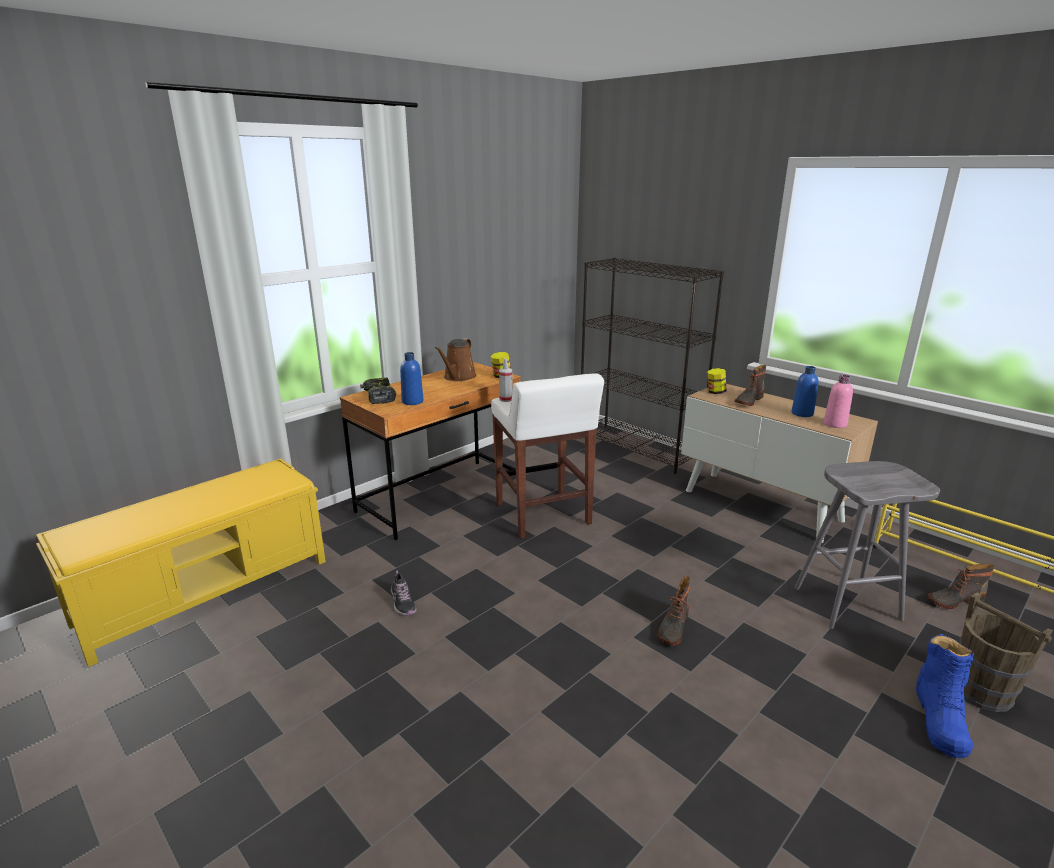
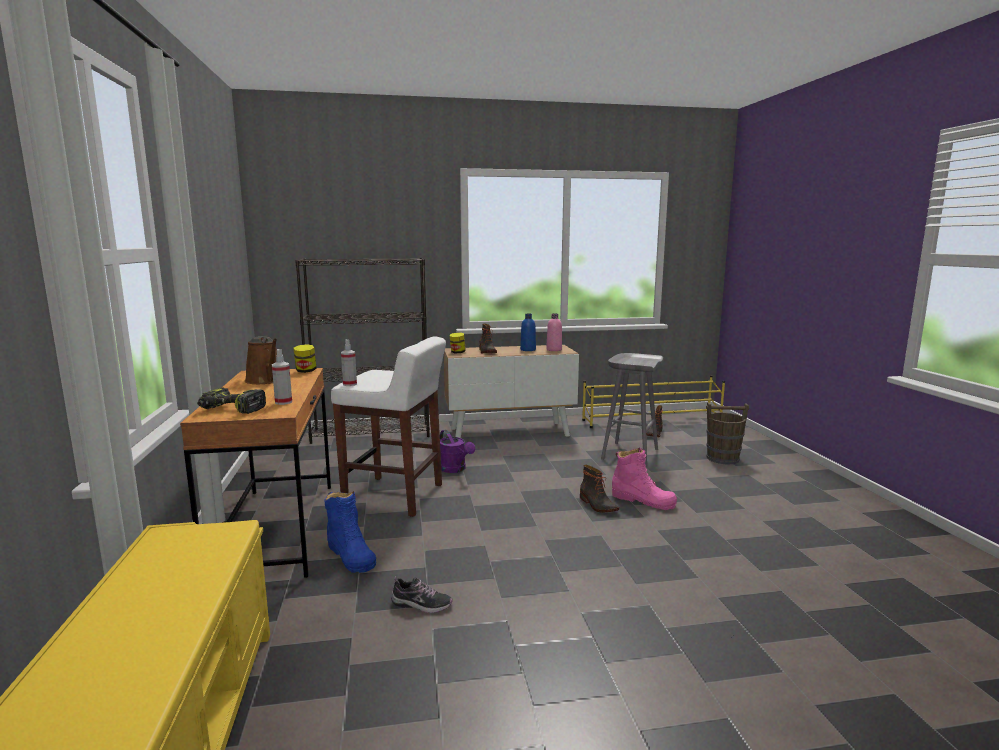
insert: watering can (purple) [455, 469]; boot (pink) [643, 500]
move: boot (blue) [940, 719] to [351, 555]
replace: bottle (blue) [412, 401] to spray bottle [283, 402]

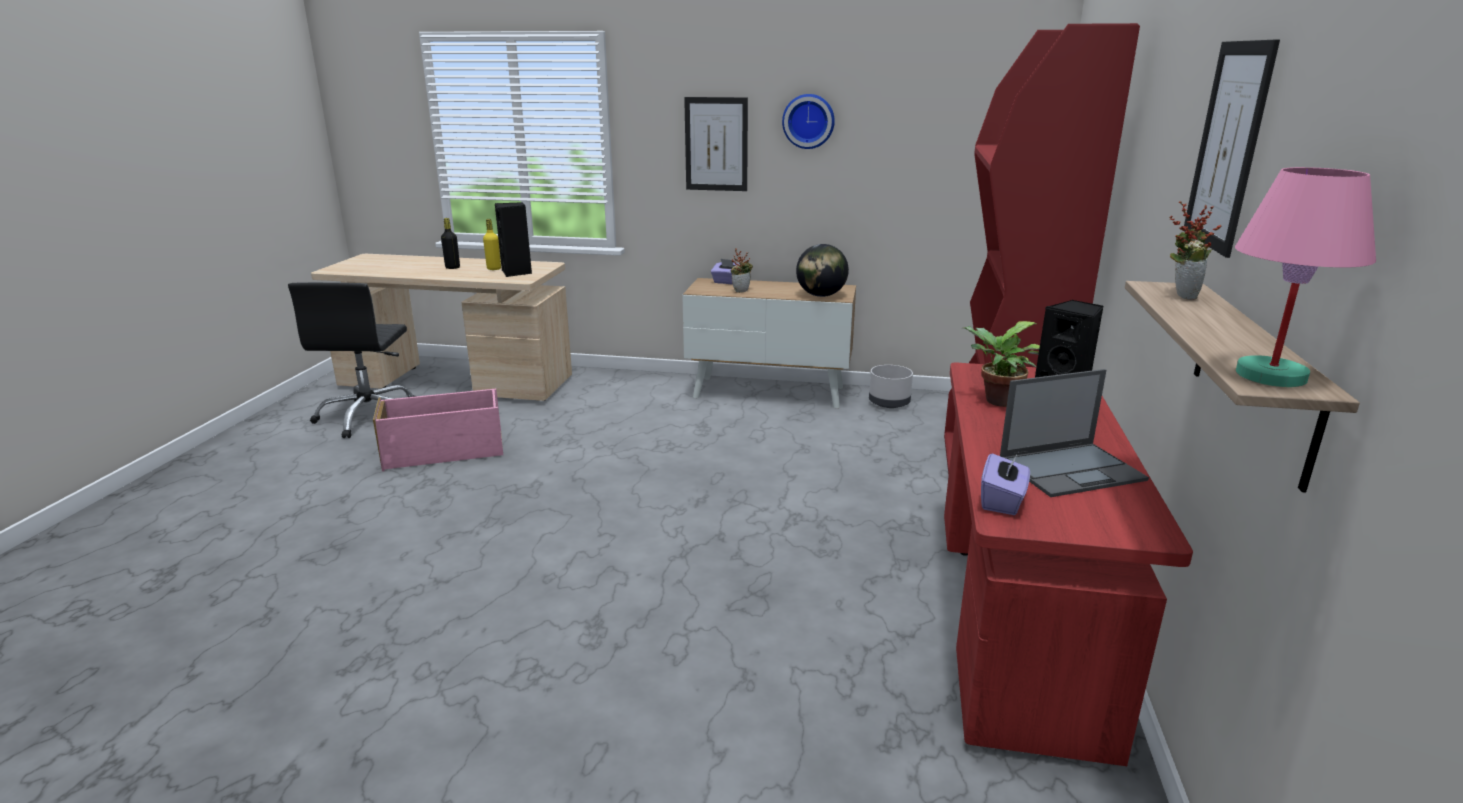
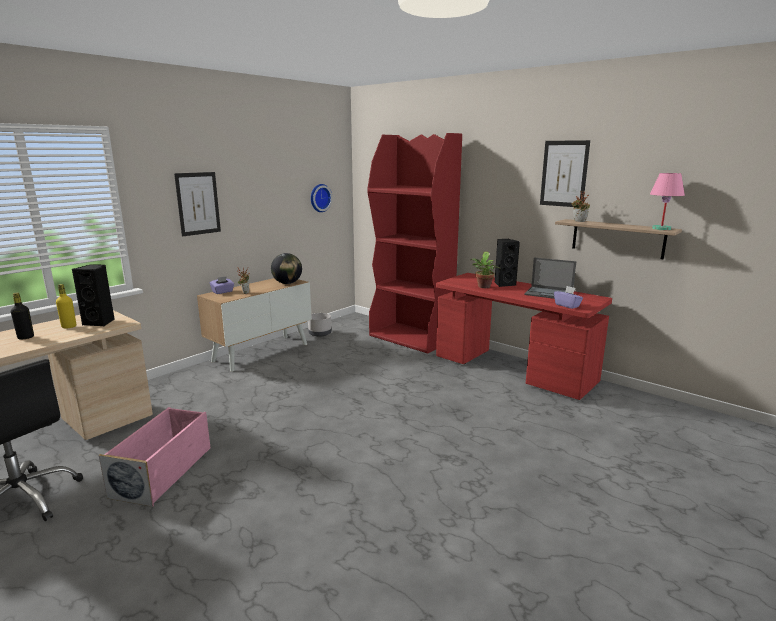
move: wall clock [808, 121] to [319, 198]
rotate: laptop [1072, 469] = [549, 293] 105 degrees clockwise

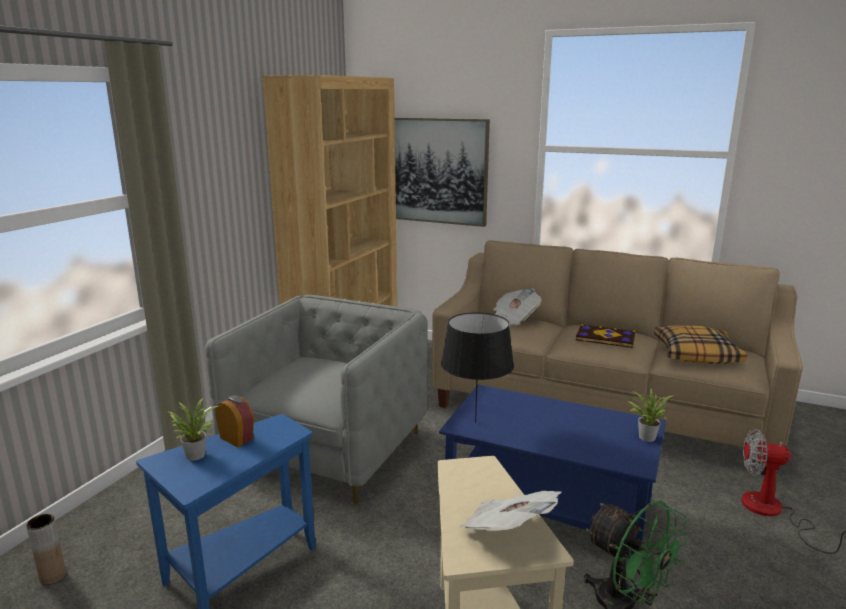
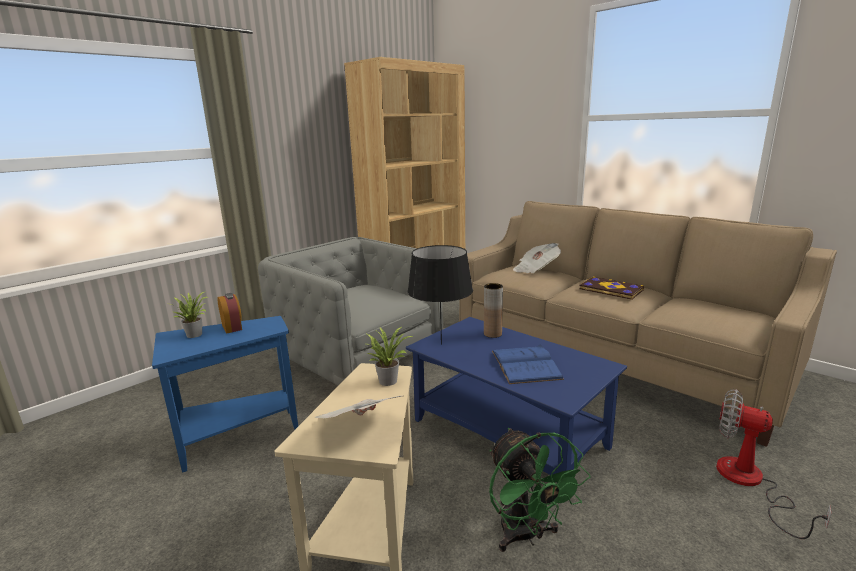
delete: picture [439, 171]; pillow [696, 354]
insert: book (blue) [525, 364]
move: potted plant [645, 436] to [388, 380]; vase (brown) [53, 576] to [492, 334]
rotate: armchair (grey) [328, 449] = [359, 360] 90 degrees counterclockwise

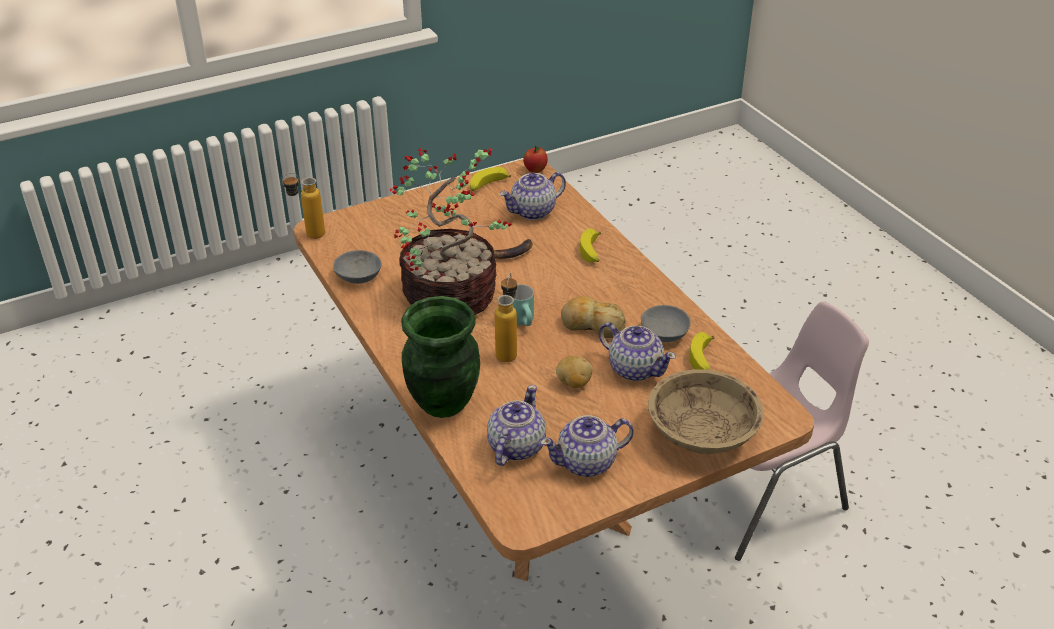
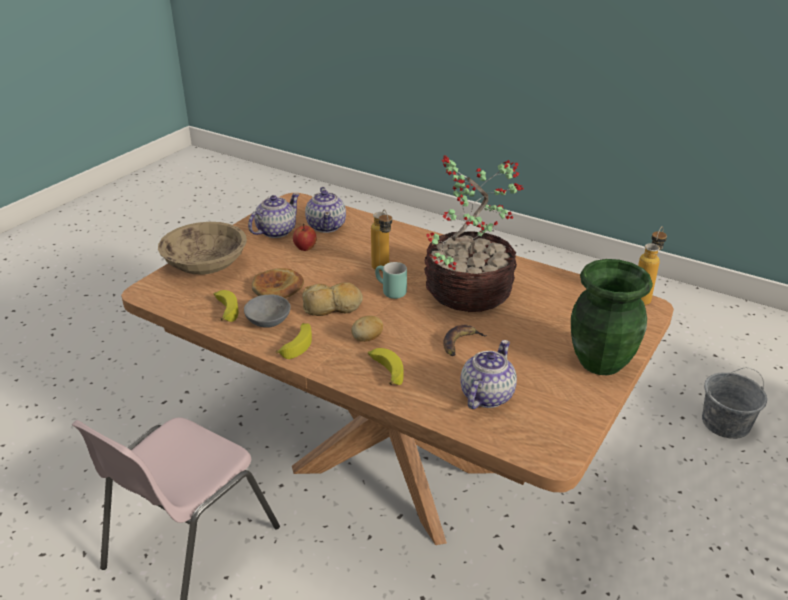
delete: bowl (grey) [357, 276]
insert: bucket (grey) [726, 423]
move: apple [535, 170] to [305, 248]; banana [487, 186] to [297, 344]; vase (green) [442, 403] to [601, 362]; potato [573, 383] to [367, 339]
replace: teapot [634, 368] to bread [277, 288]

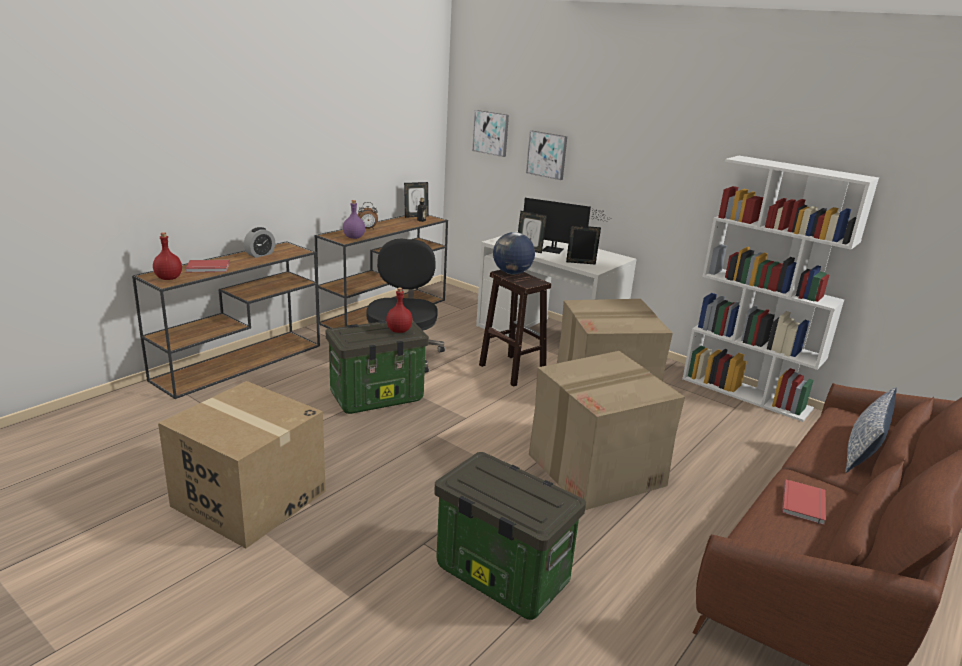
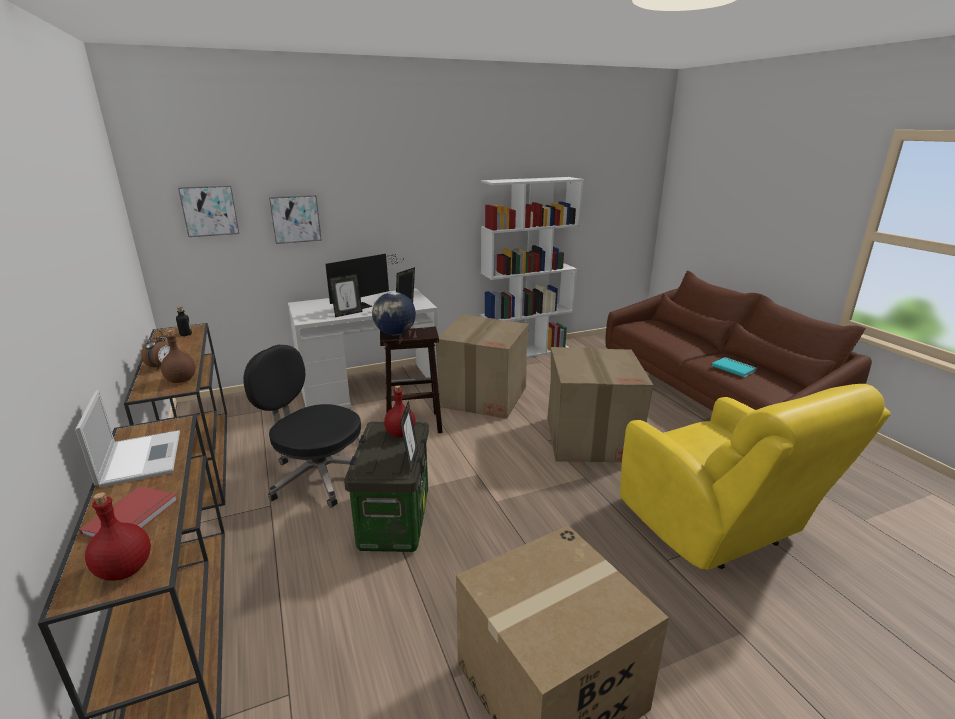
delete: pillow [863, 449]
move: picture frame [416, 216] to [411, 461]
replace: alarm clock [260, 254] to laptop [141, 457]; storage box [499, 575] to armchair (yellow) [716, 529]
recolor: bottle (purple) [354, 237] to bottle (brown) [182, 380]; book (red) [805, 504] to book (turquoise) [734, 368]

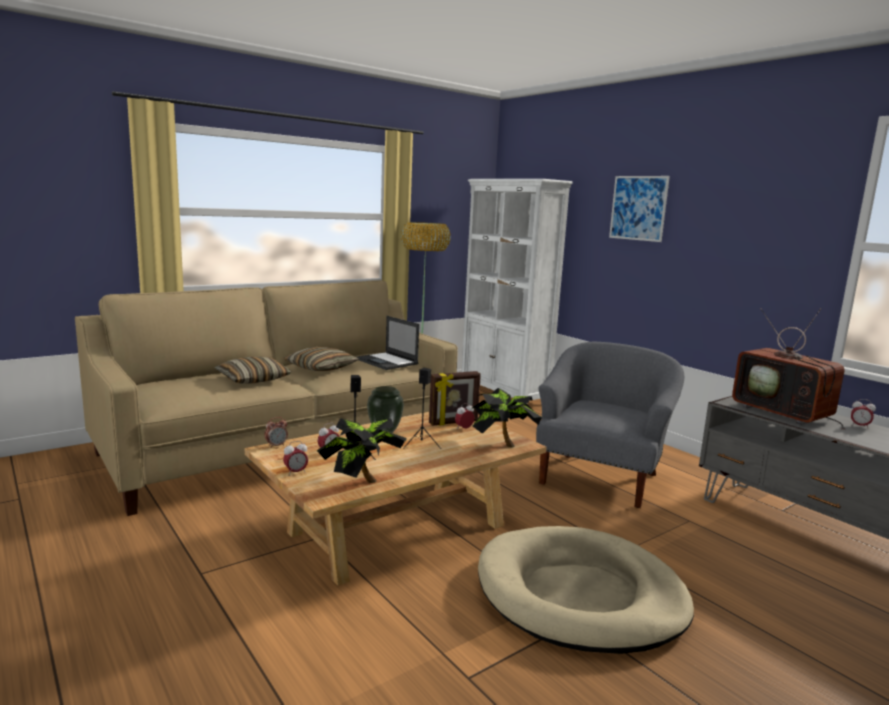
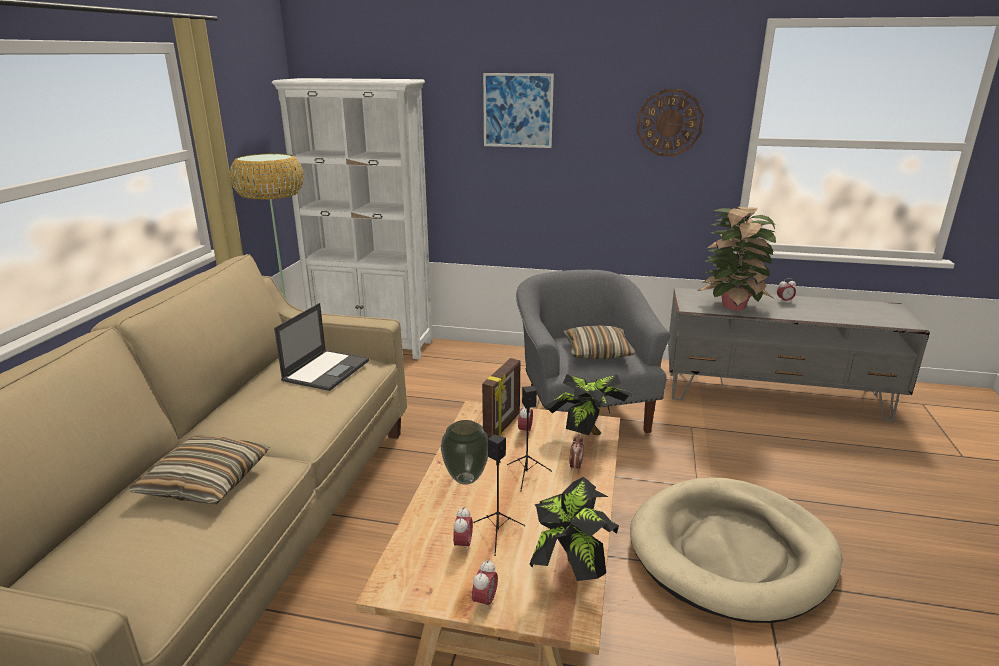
insert: wall clock [669, 123]
move: pillow [321, 368] to [597, 351]; alarm clock [276, 445] to [575, 467]
replace: television [785, 413] to potted plant [733, 305]
rotate: laptop [387, 361] = [326, 370] 75 degrees counterclockwise

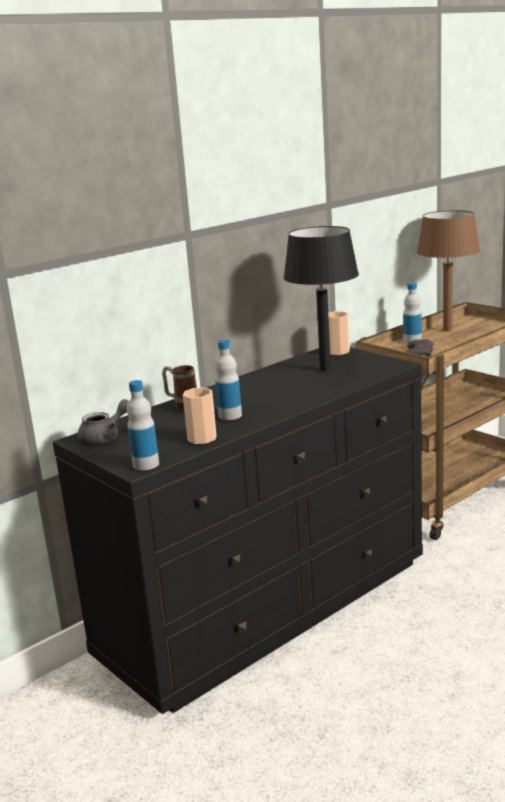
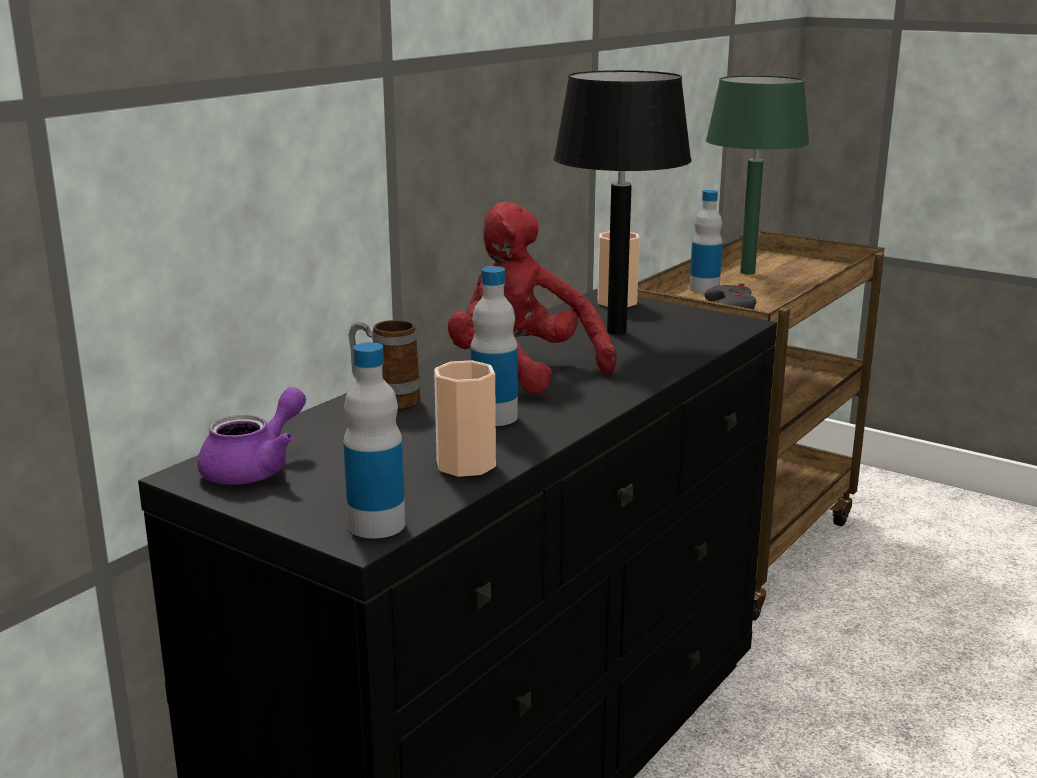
insert: plush toy (red) [522, 368]
recolor: table lamp (brown) [447, 330] to table lamp (green) [746, 272]; teapot (grey) [105, 437] to teapot (purple) [256, 468]

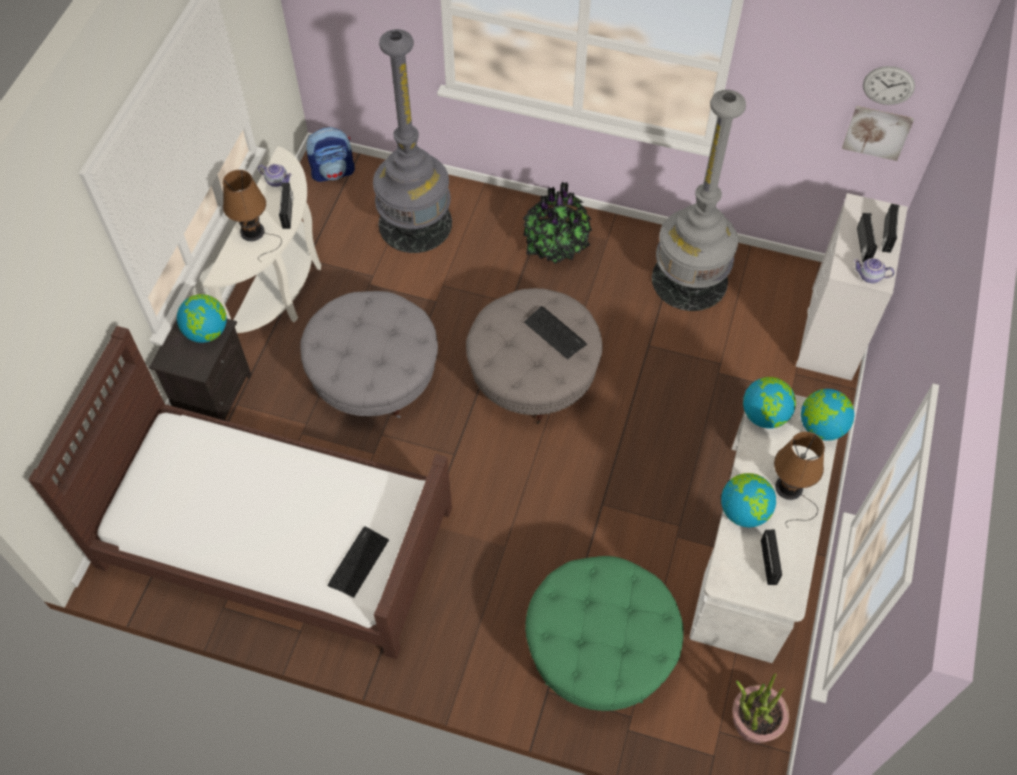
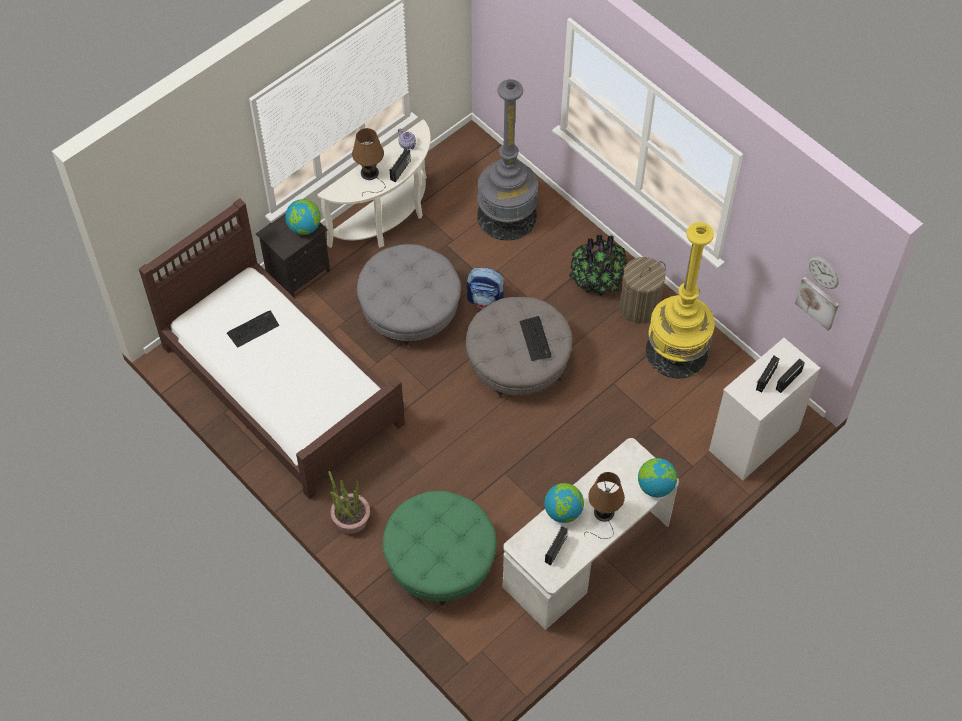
delete: teapot [869, 276]; globe [764, 415]
insert: laundry basket [639, 307]
move: backpack [333, 172] to [486, 299]; keyboard [358, 562] to [253, 329]; potted plant [755, 719] to [350, 518]
recolor: floor lamp (grey) [689, 279] to floor lamp (yellow) [677, 351]

